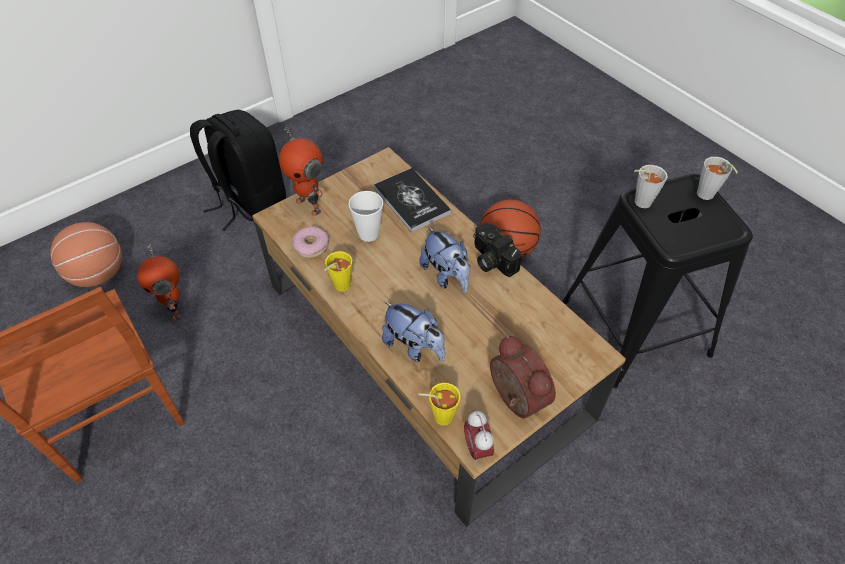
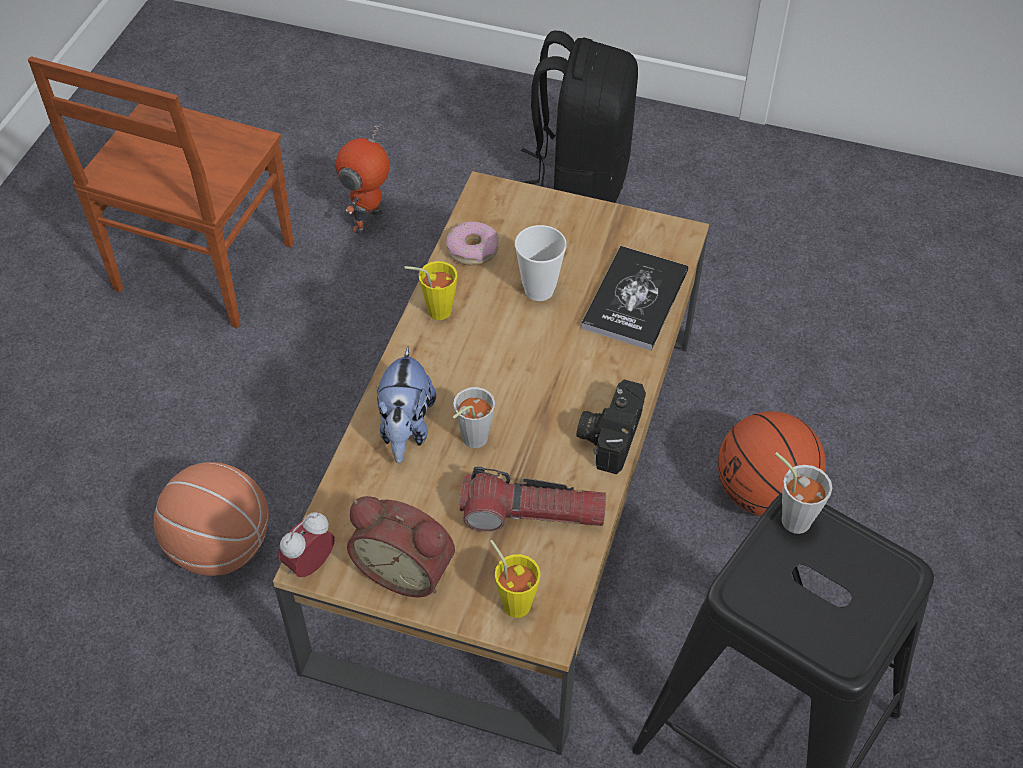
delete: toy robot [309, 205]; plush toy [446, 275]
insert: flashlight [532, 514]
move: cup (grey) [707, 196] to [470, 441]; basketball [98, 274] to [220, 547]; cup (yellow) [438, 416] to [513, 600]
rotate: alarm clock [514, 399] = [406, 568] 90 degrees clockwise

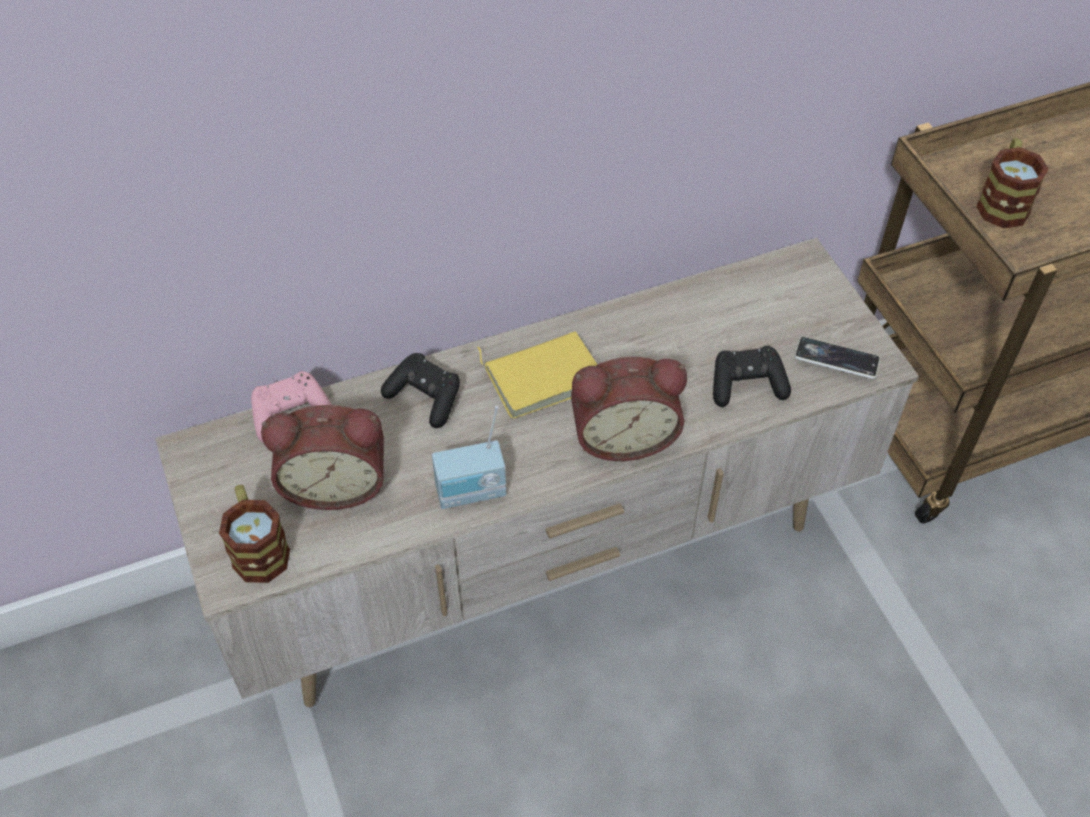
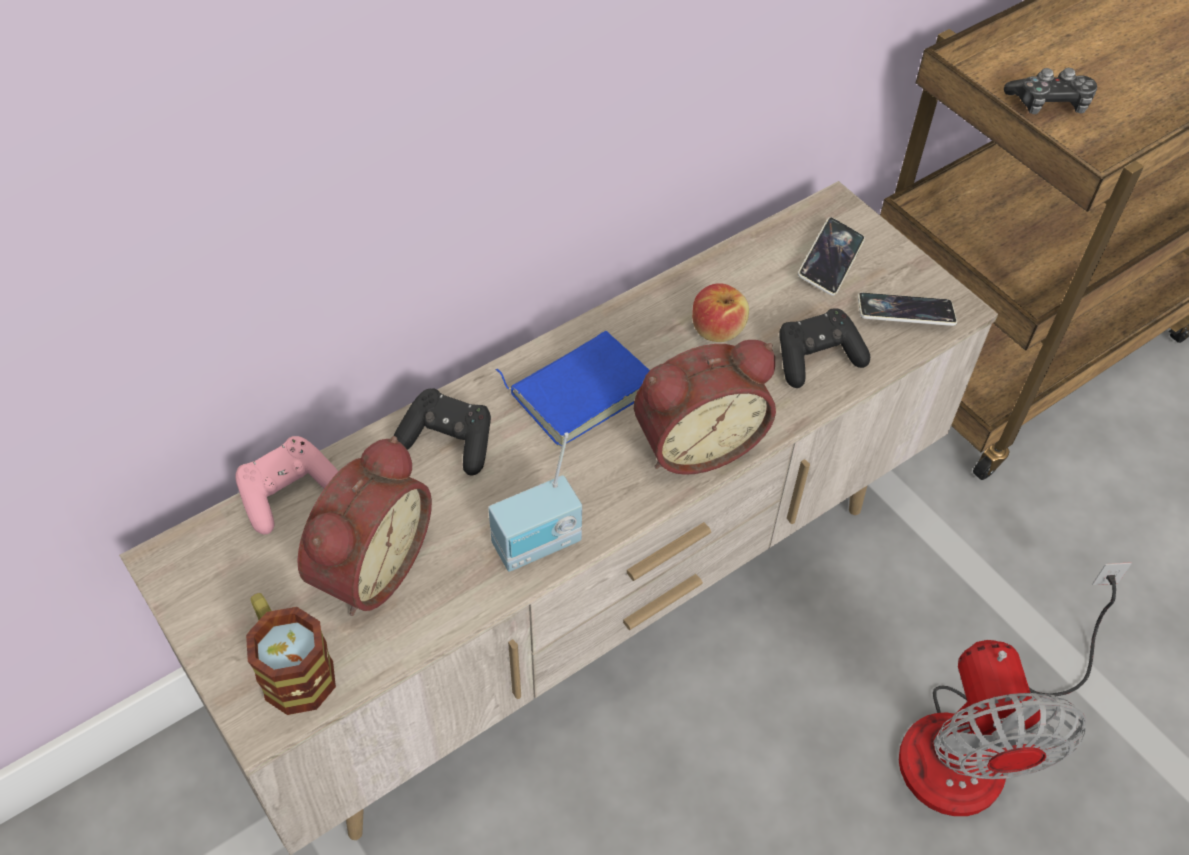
insert: phone [830, 260]; apple [717, 329]; fan [976, 739]
replace: mug [1002, 201] to game controller [1049, 104]
recolor: book (yellow) [543, 375] to book (blue) [581, 389]
rotate: alarm clock [335, 482] = [367, 566] 45 degrees counterclockwise

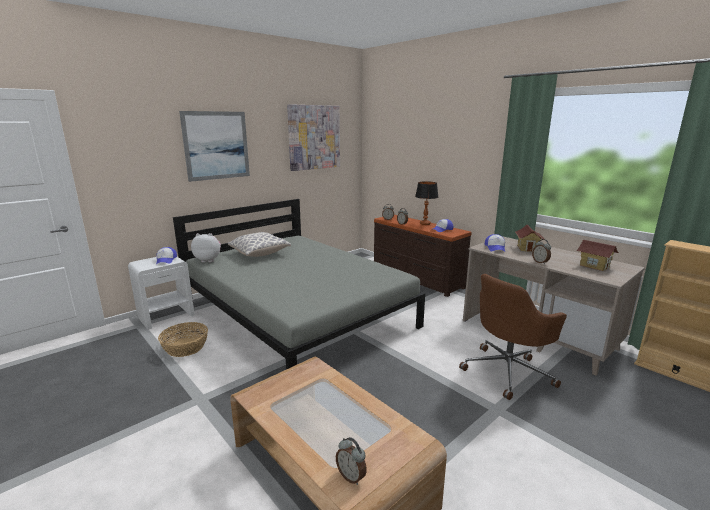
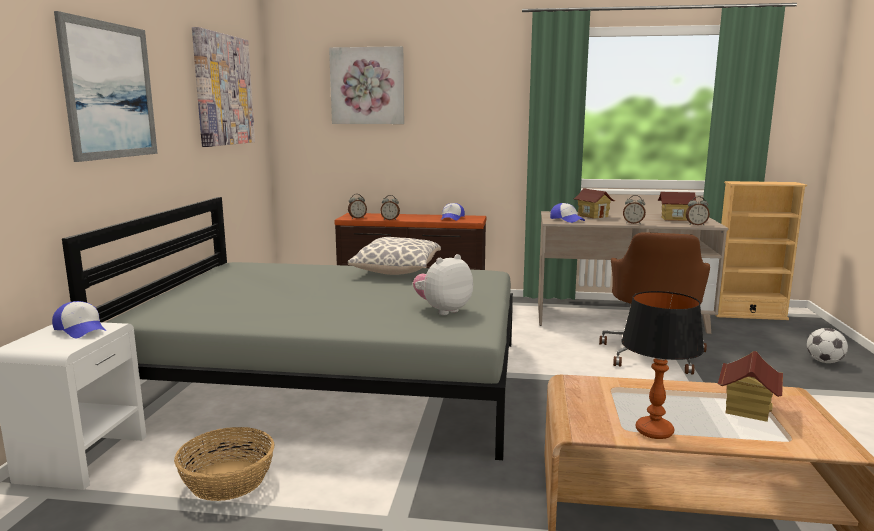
insert: picture [367, 86]; football [824, 361]; toy house [746, 408]
move: table lamp [425, 224] to [654, 431]; pillow [259, 254] to [396, 271]; plush toy [208, 260] to [443, 310]; alarm clock [351, 476] to [696, 225]

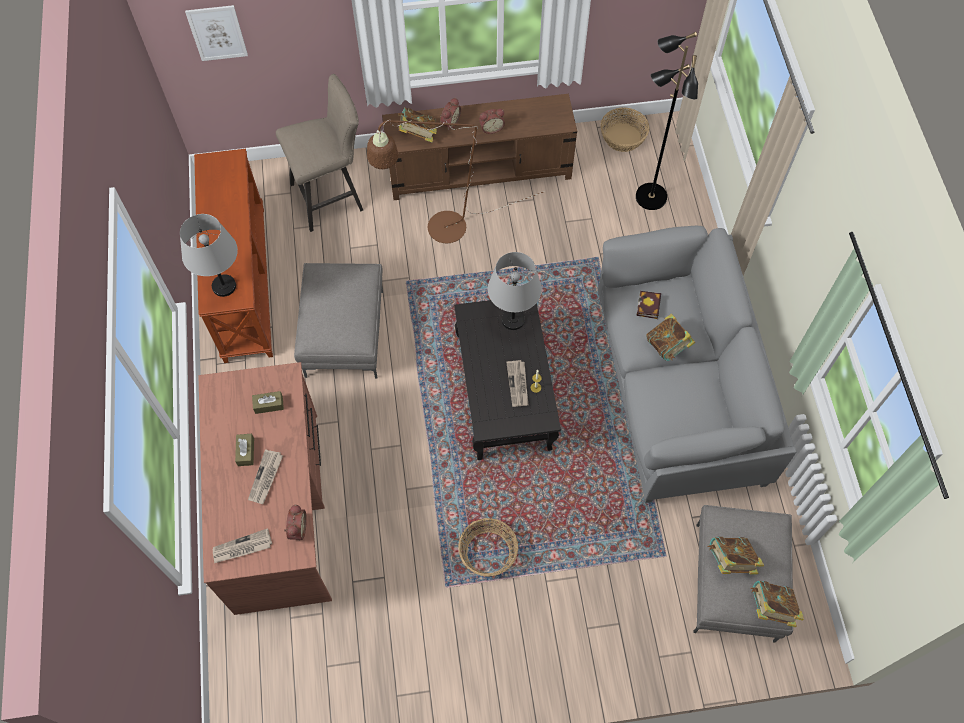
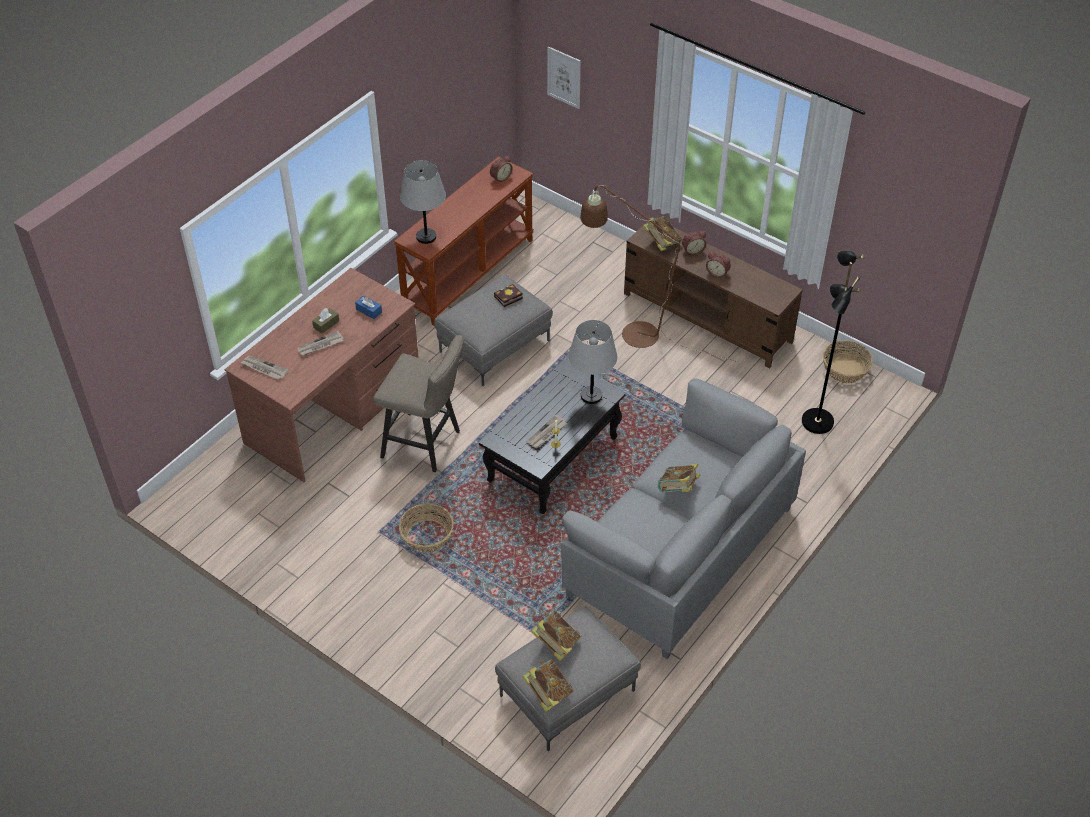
move: stool (beige) [332, 196] to [426, 445]; book [648, 307] to [507, 298]; alarm clock [296, 528] to [500, 177]
recolor: tissue box (brown) [269, 405] to tissue box (blue) [369, 311]

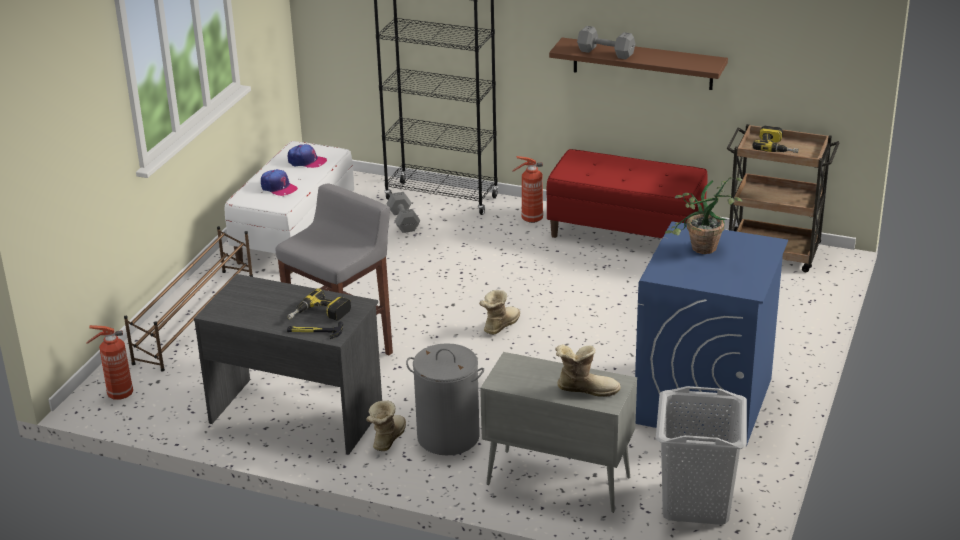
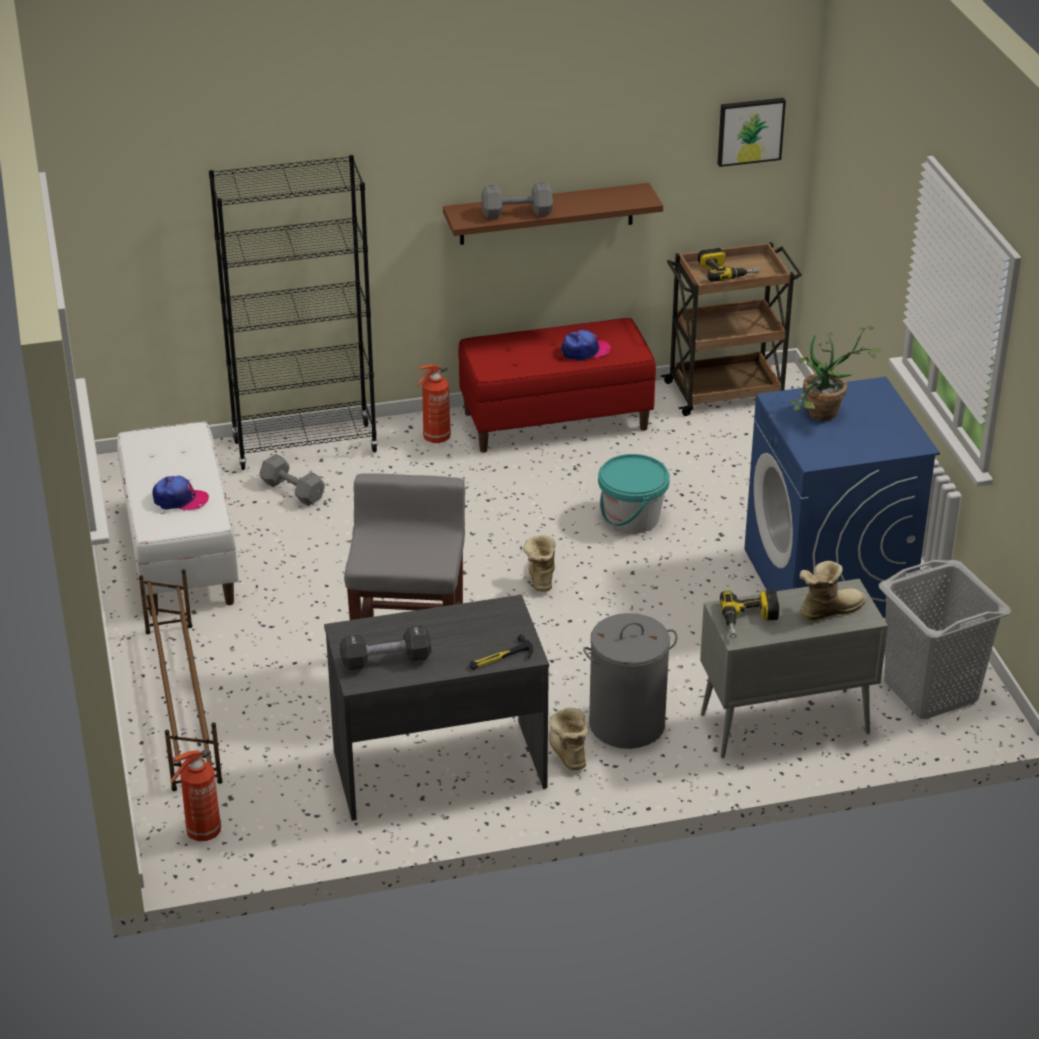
insert: picture [750, 130]; bucket (turquoise) [632, 518]; dumbbell (black) [386, 660]
move: cap [306, 161] to [585, 351]; power drill [319, 315] to [749, 621]

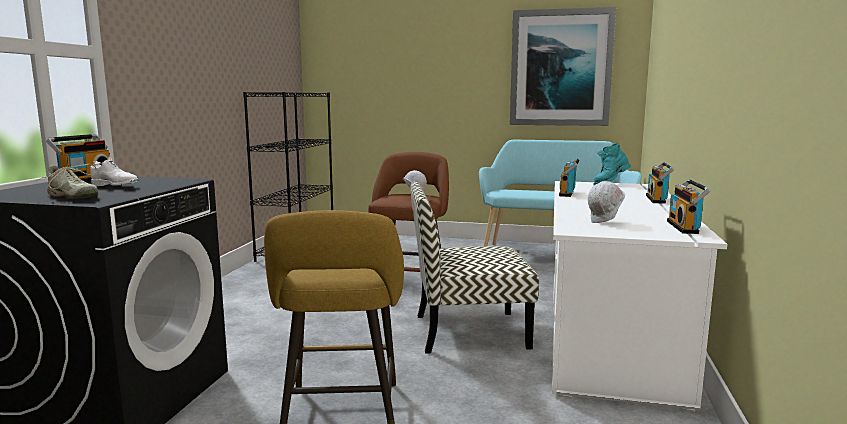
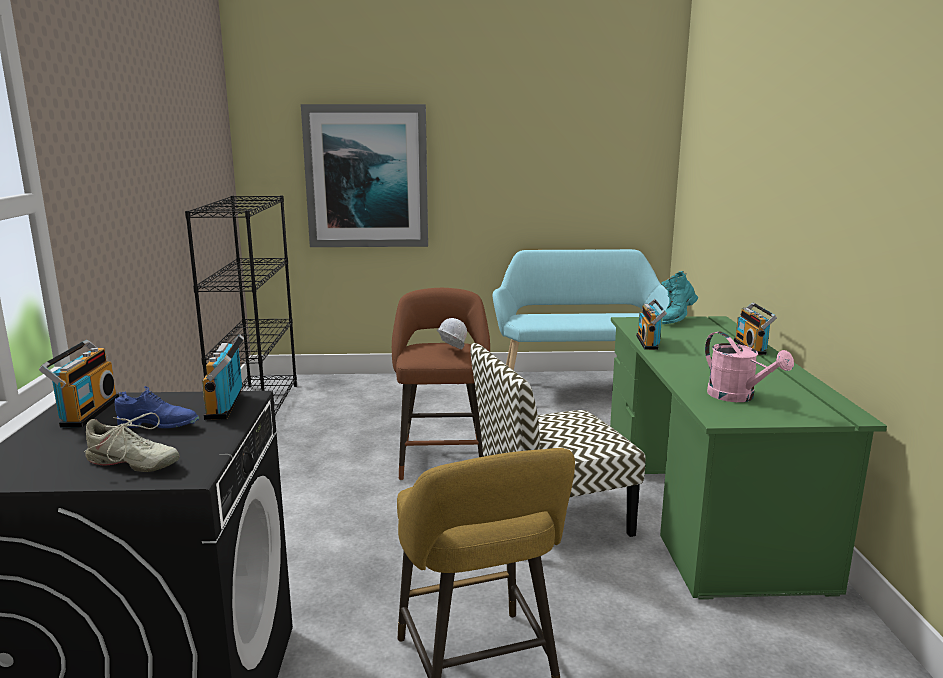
move: picture [560, 68] to [367, 176]; radio [685, 227] to [227, 405]
replace: hard hat (white) [605, 222] to watering can (pink) [738, 397]
recolor: shoe (white) [116, 186] to shoe (blue) [159, 426]; desk (white) [609, 335] to desk (green) [704, 504]

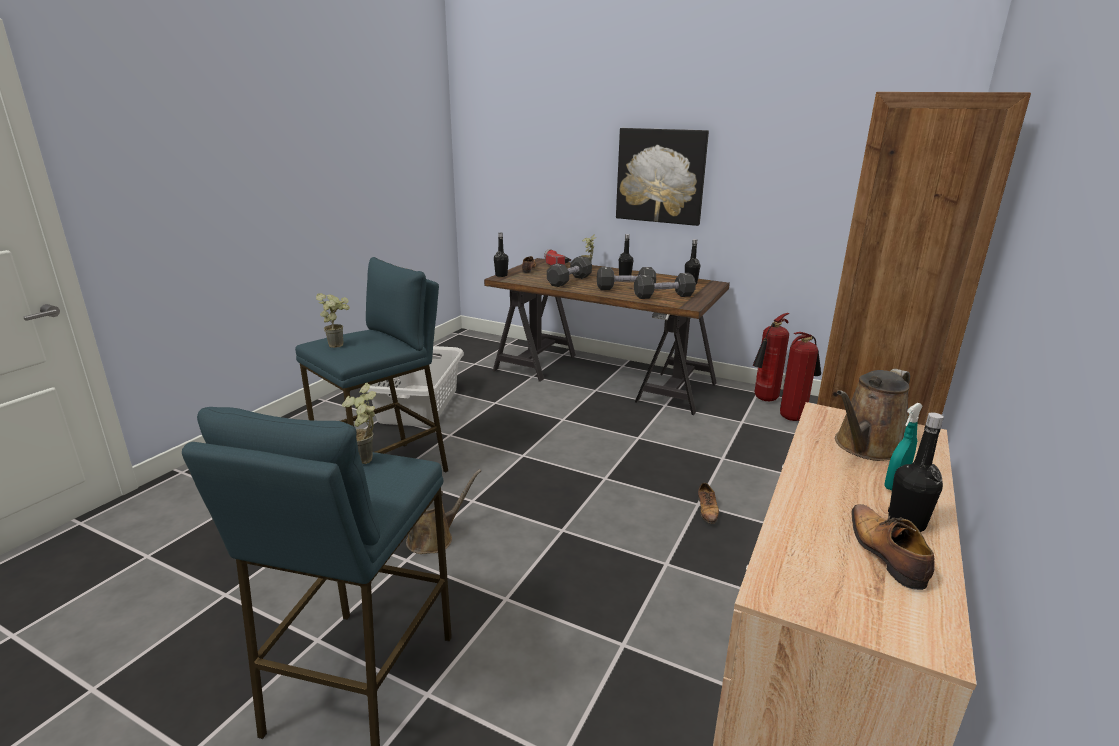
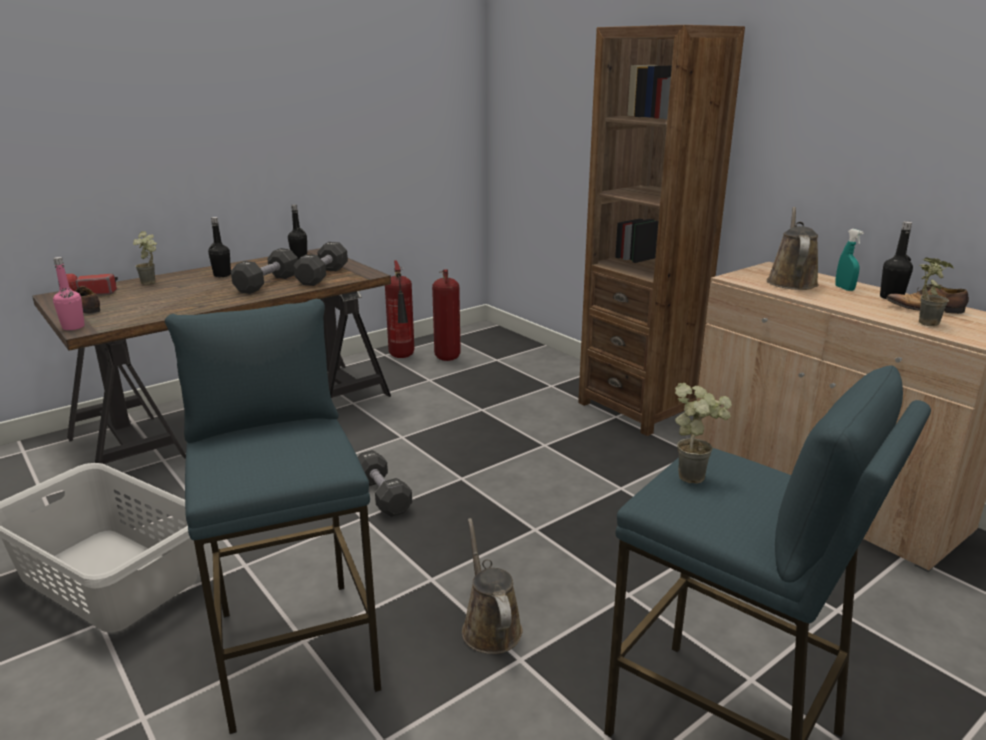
delete: picture [661, 176]; shoe [707, 510]
move: dumbbell (black) [569, 281] to [382, 496]; potted plant [339, 344] to [922, 322]
recolor: bottle (black) [501, 275] to bottle (pink) [73, 327]
rotate: watering can (brown) [867, 447] = [791, 281] 150 degrees counterclockwise

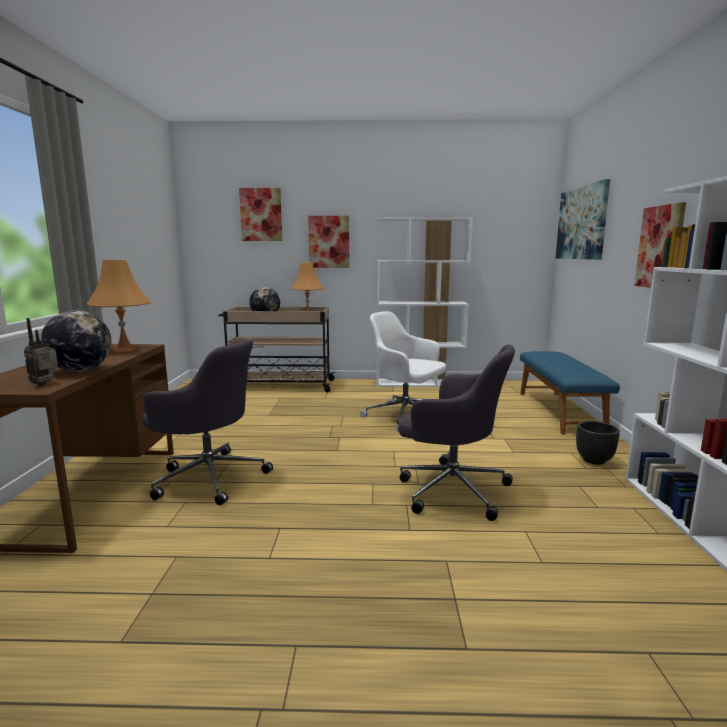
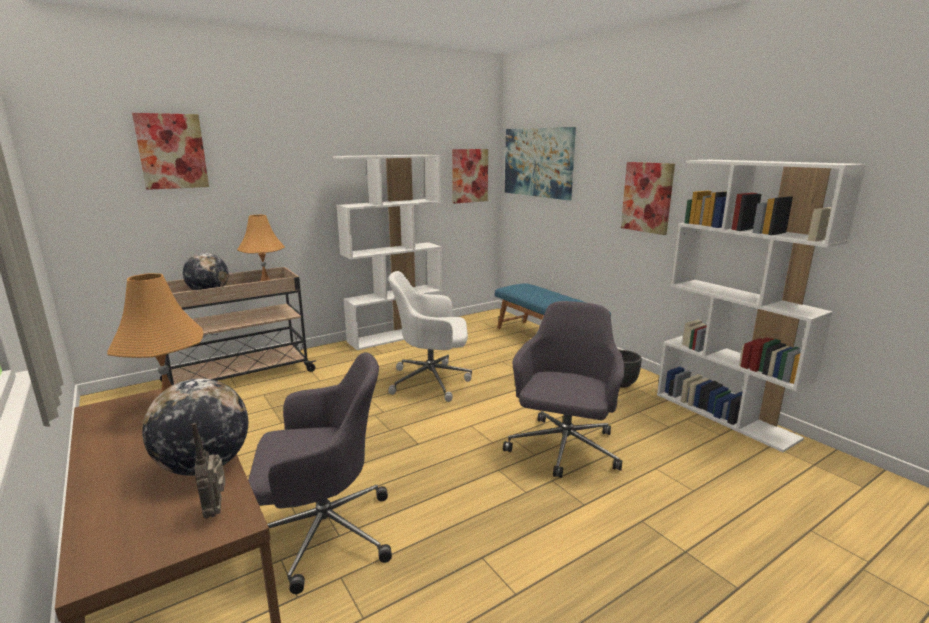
move: picture [329, 242] to [469, 175]
rotate: office chair (grey) [450, 489] = [564, 449] 60 degrees counterclockwise

